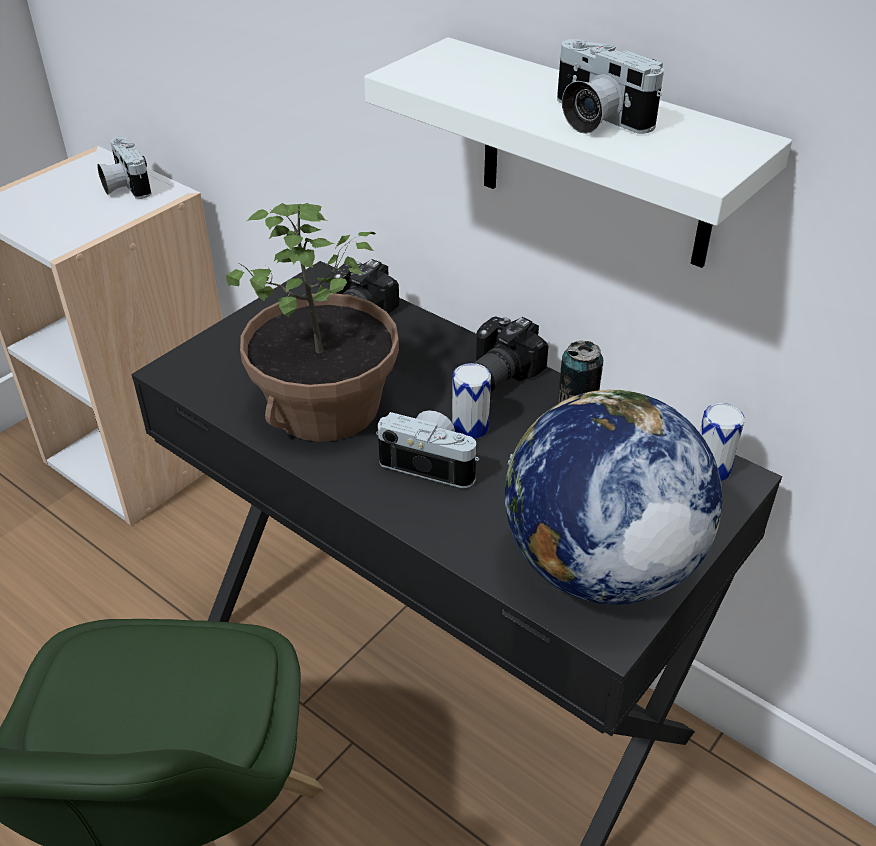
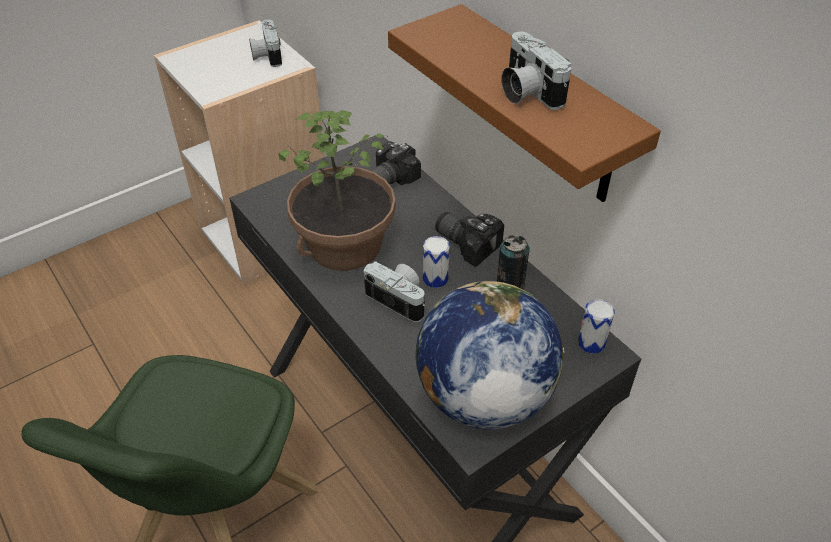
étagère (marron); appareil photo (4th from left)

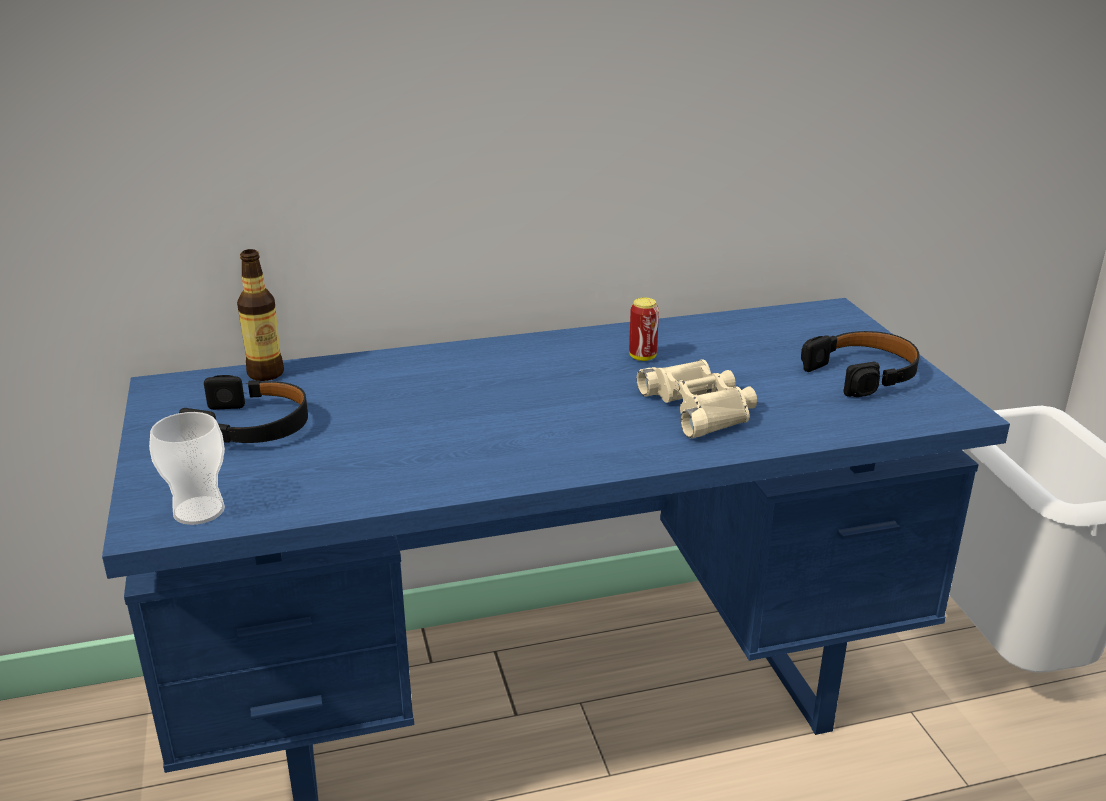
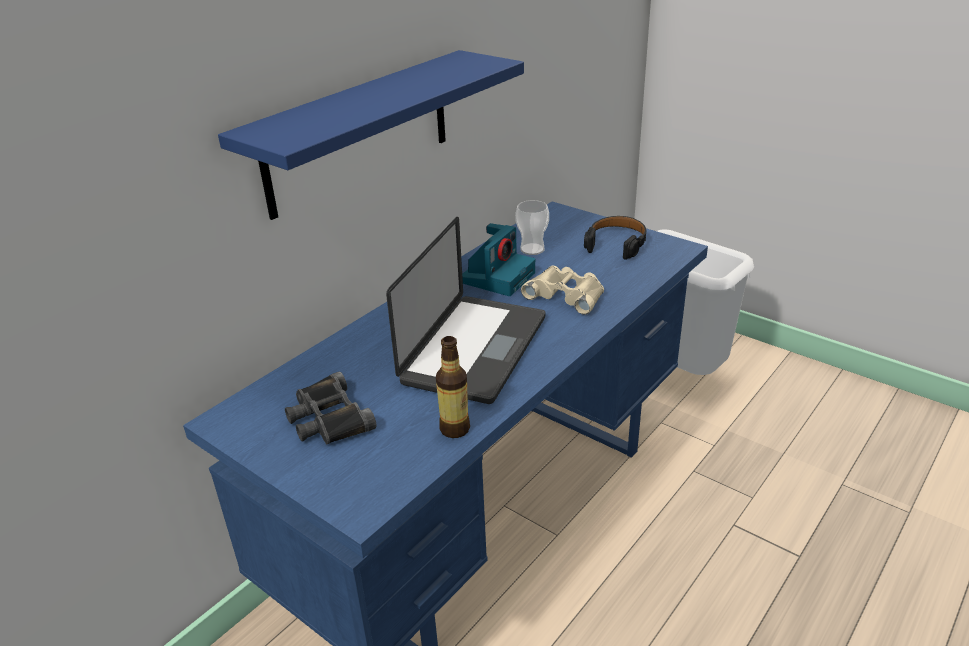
tasse; jumelles (noir); bouteille; appareil photo; étagère (bleu); ordinateur portable

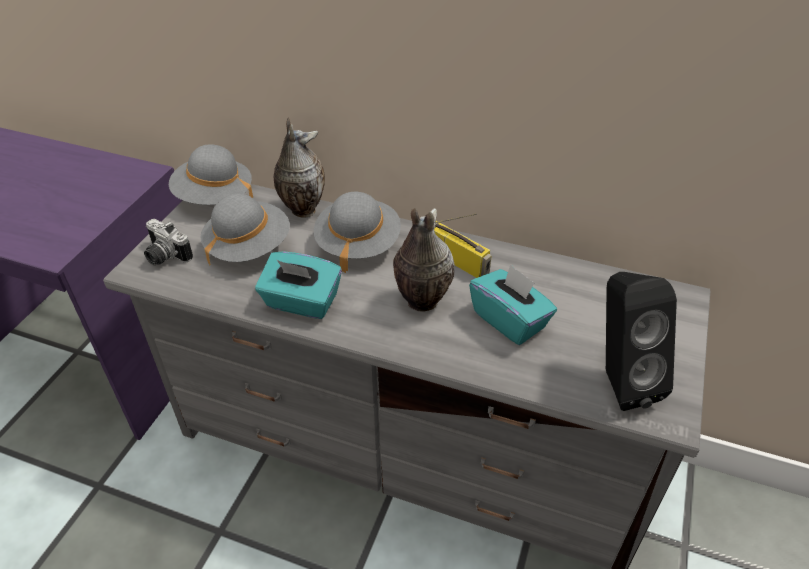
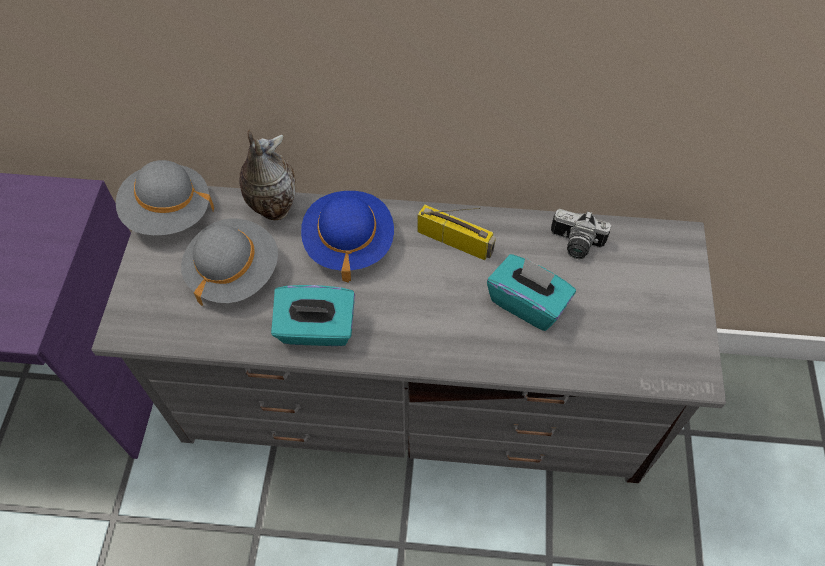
appareil photo; chapeau (bleu); vase (2nd from left in the first image); enceinte (noir)

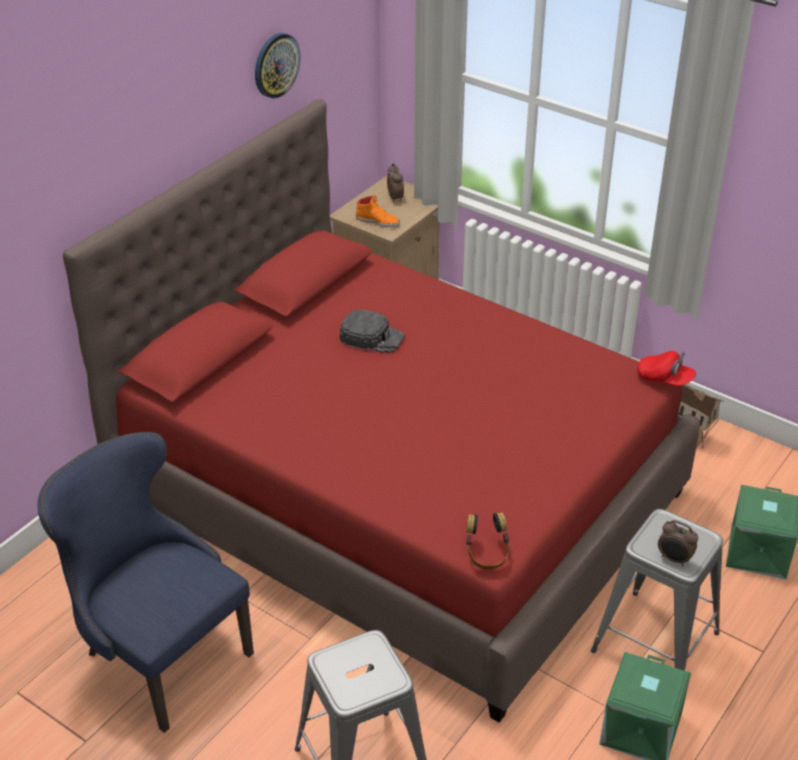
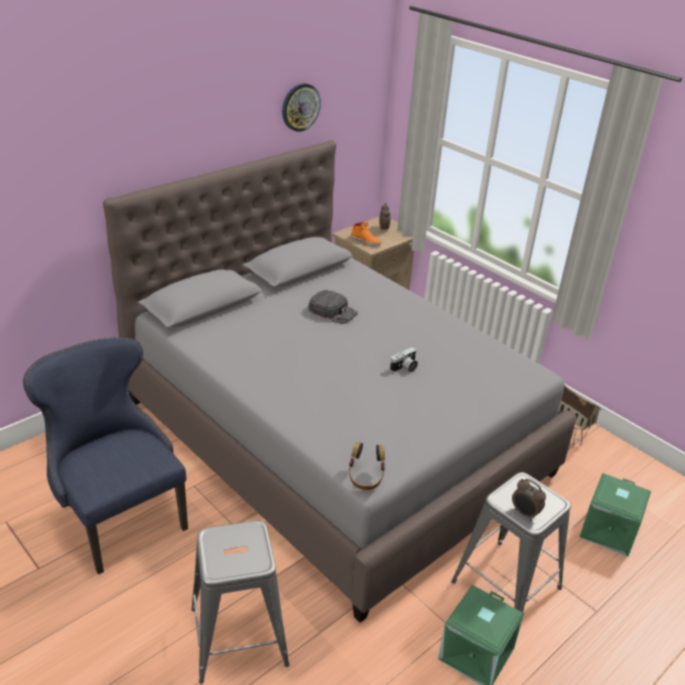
lit (gris); casquette (rouge); appareil photo

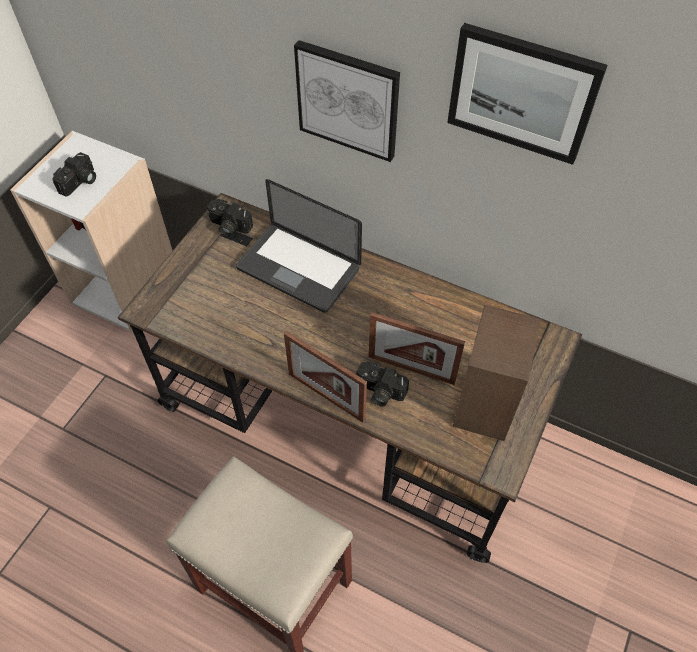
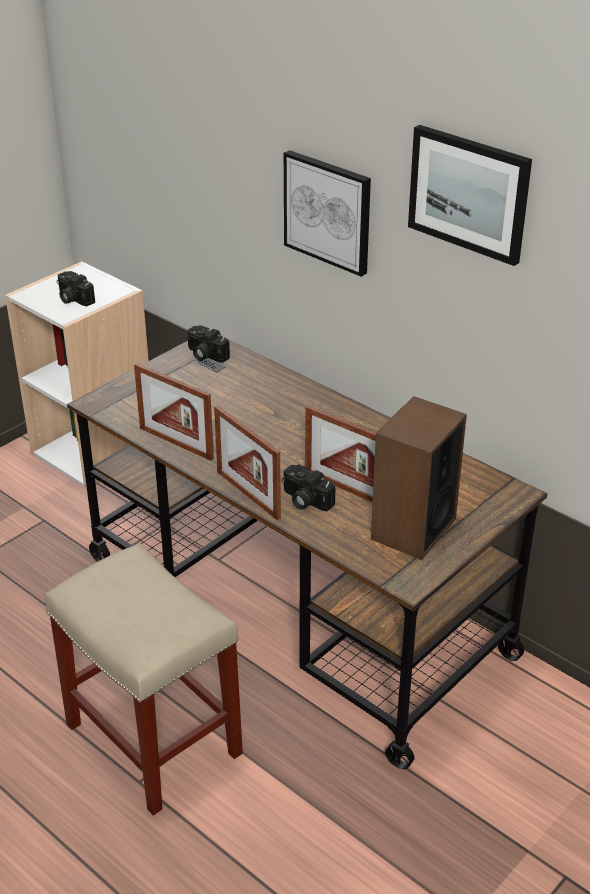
appareil photo (1st from left); ordinateur portable; cadre photo (1st from left)

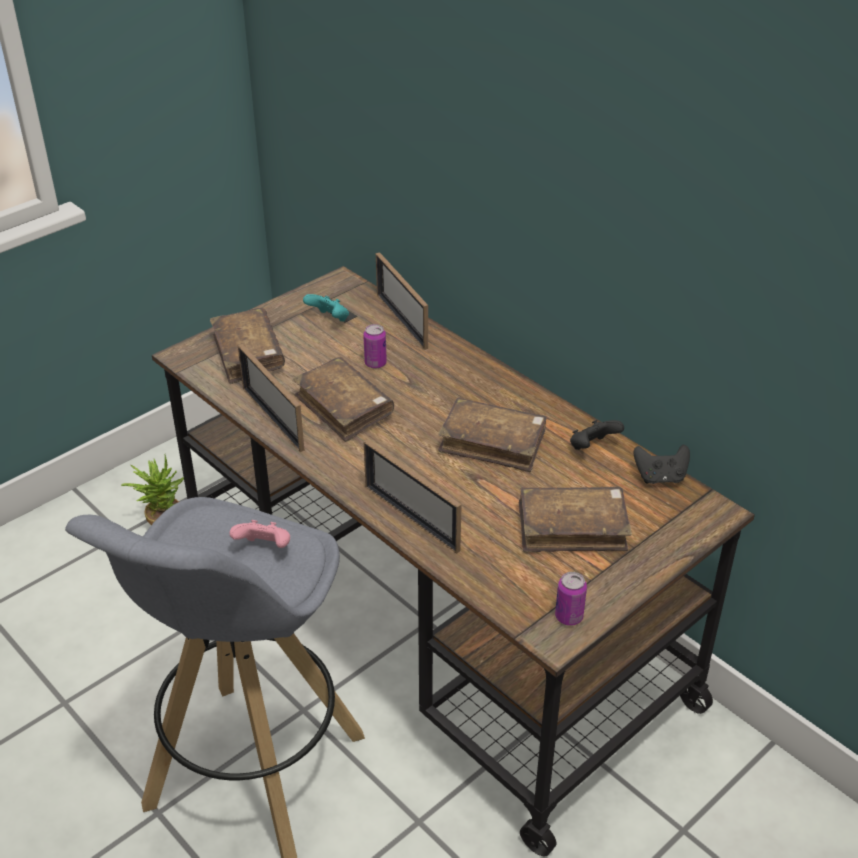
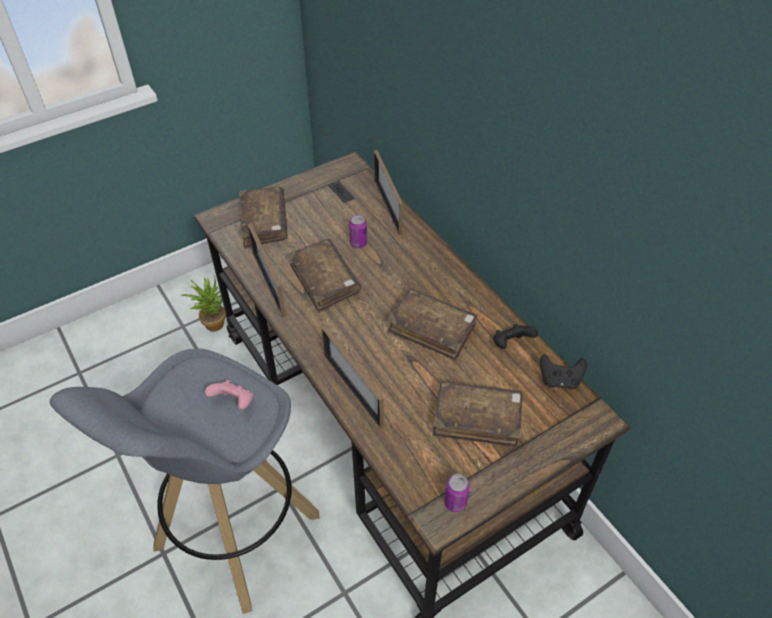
manette (turquoise)

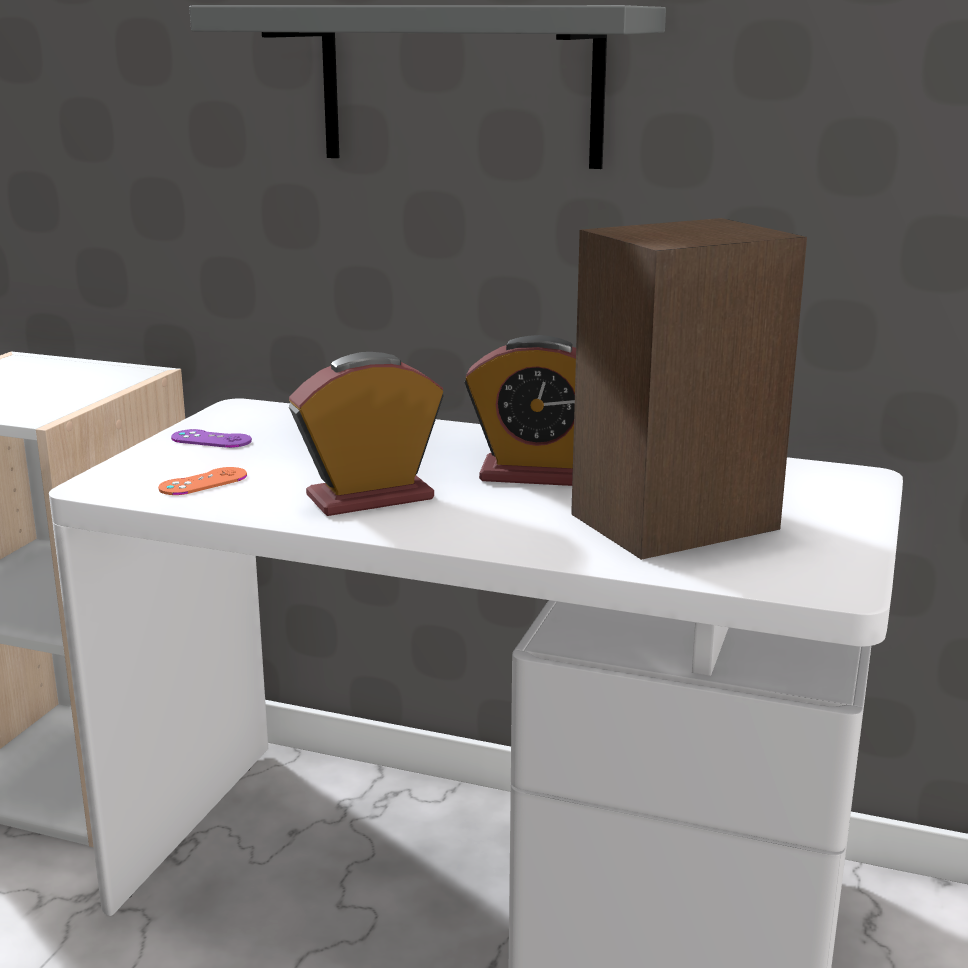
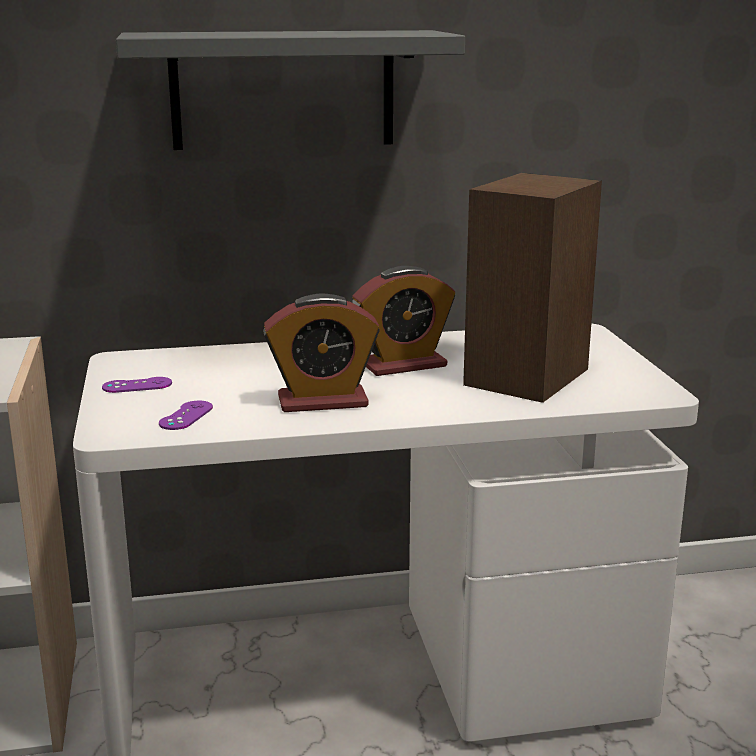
manette (violet) (2nd from left); réveil (1st from left)

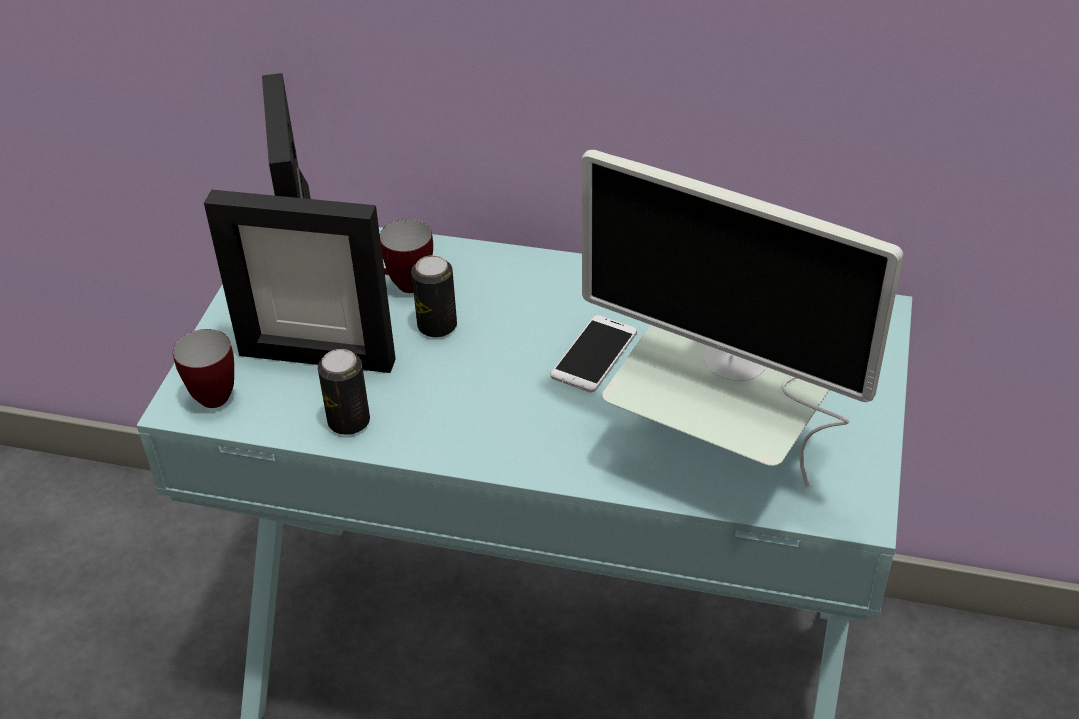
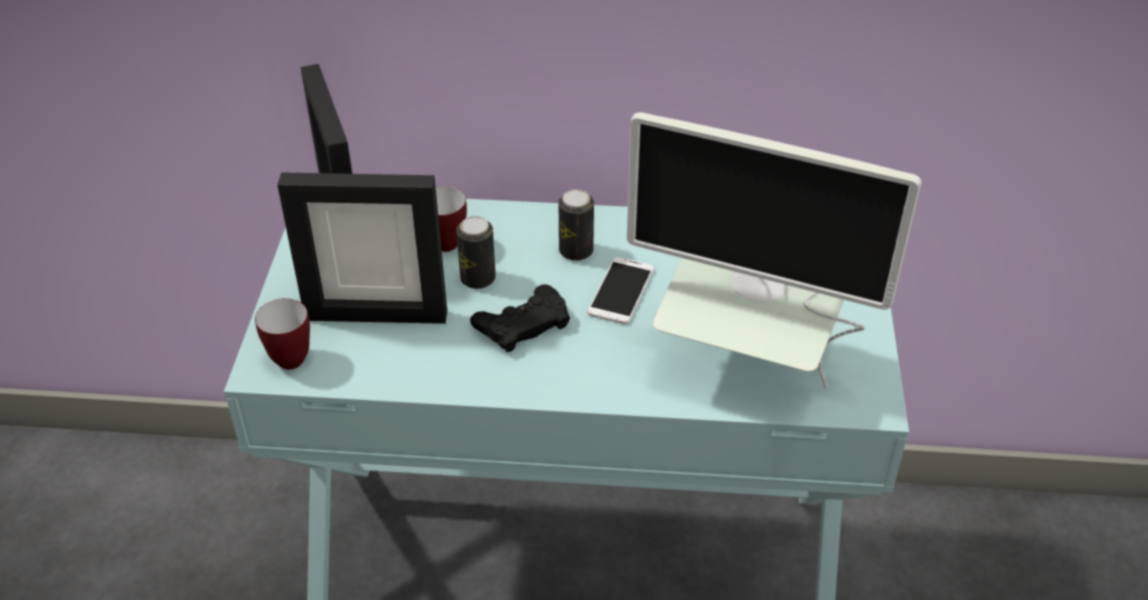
boîte métallique (2nd from left); manette (noir)

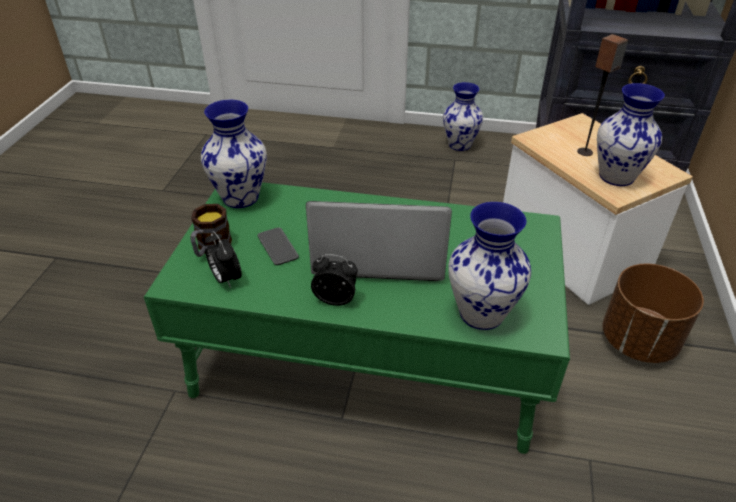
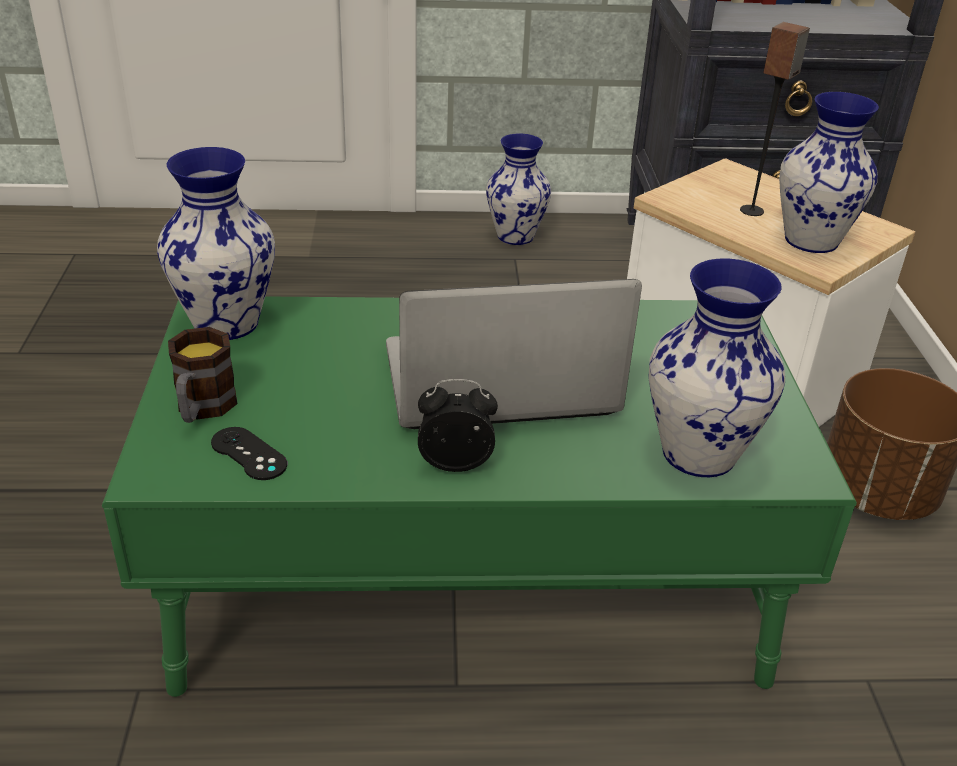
manette (noir); téléphone

